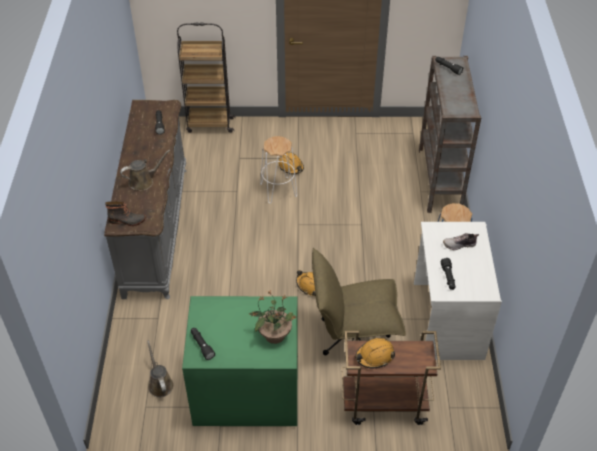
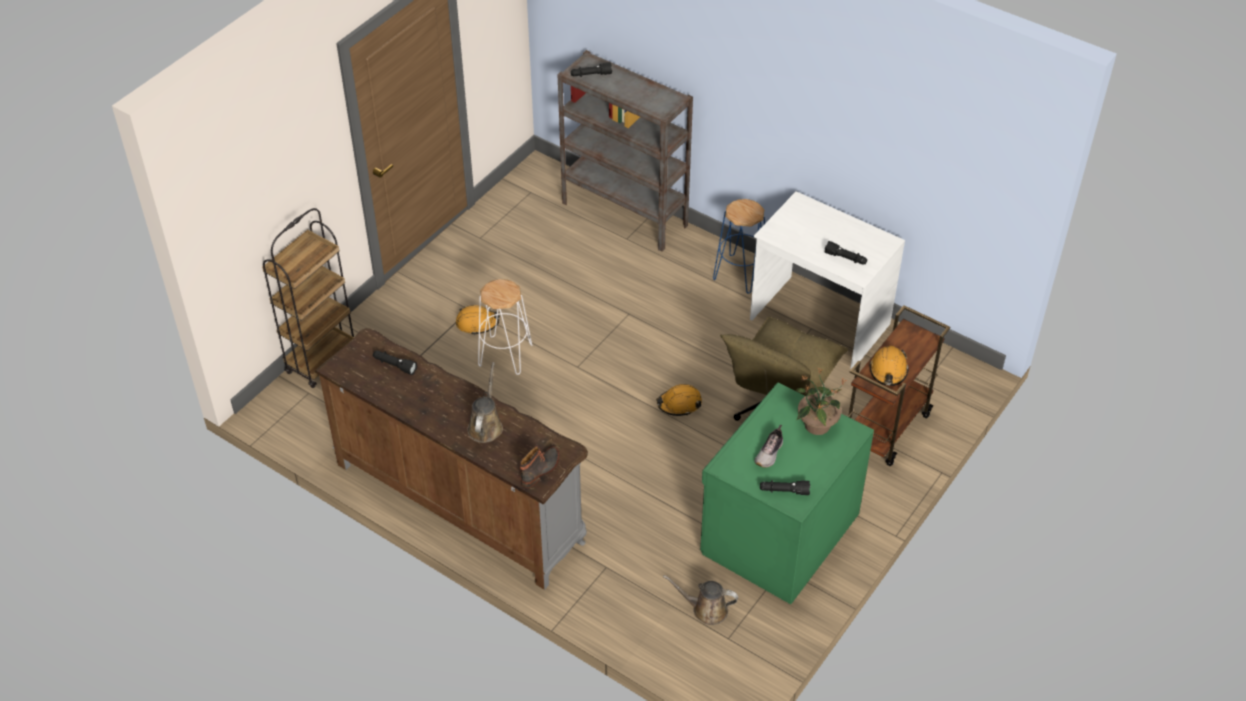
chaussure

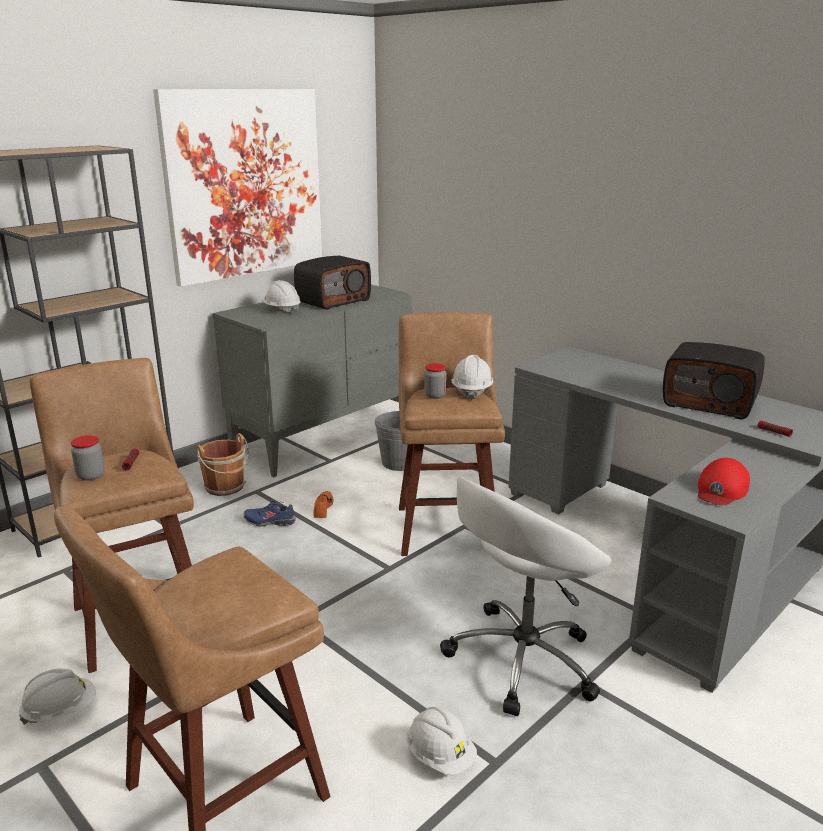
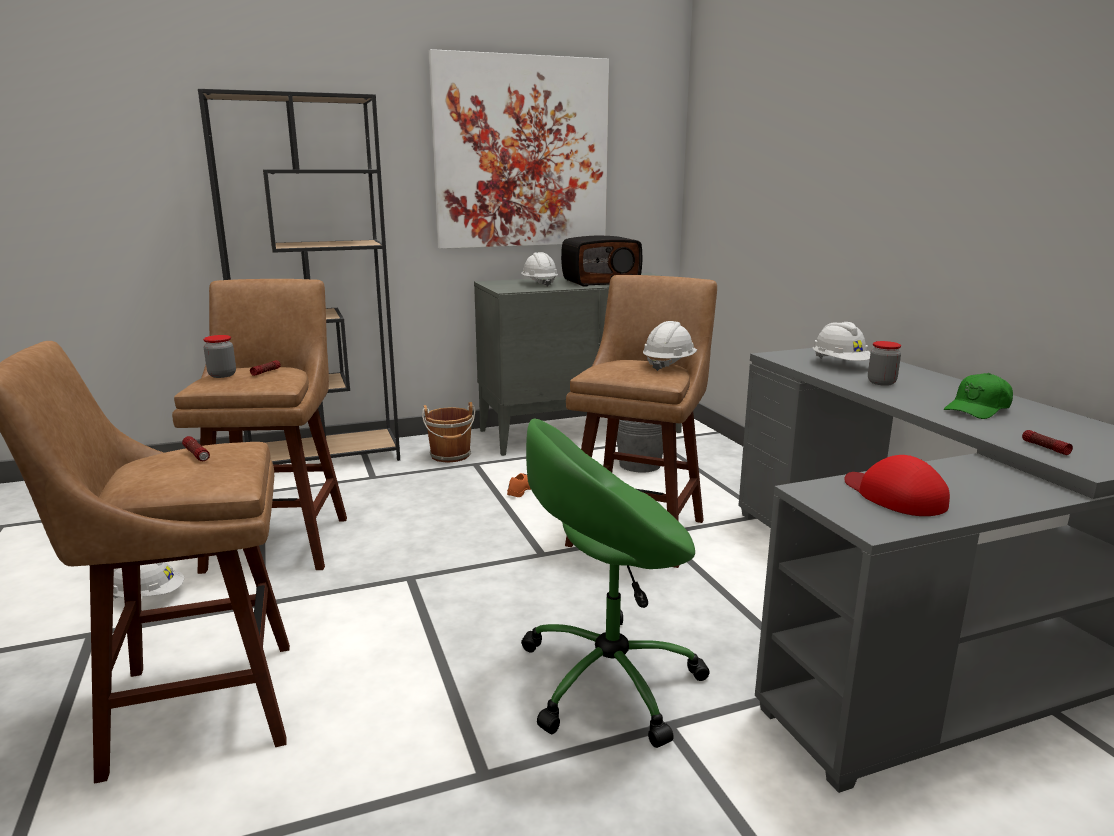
chaussure (bleu); casque de chantier (blanc) (4th from left); bocal (2nd from left); chaise de bureau (vert); casquette (vert); casquette (rouge); lampe de poche (1st from left)

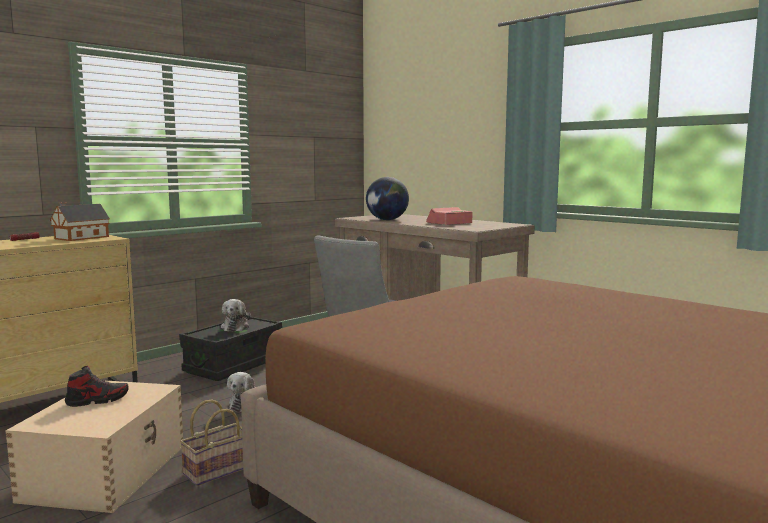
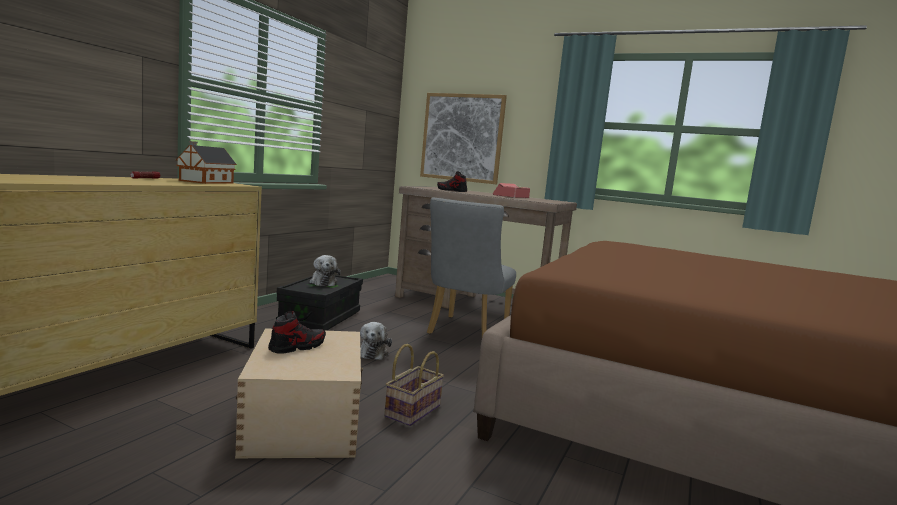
chaussure (2nd from left); tableau

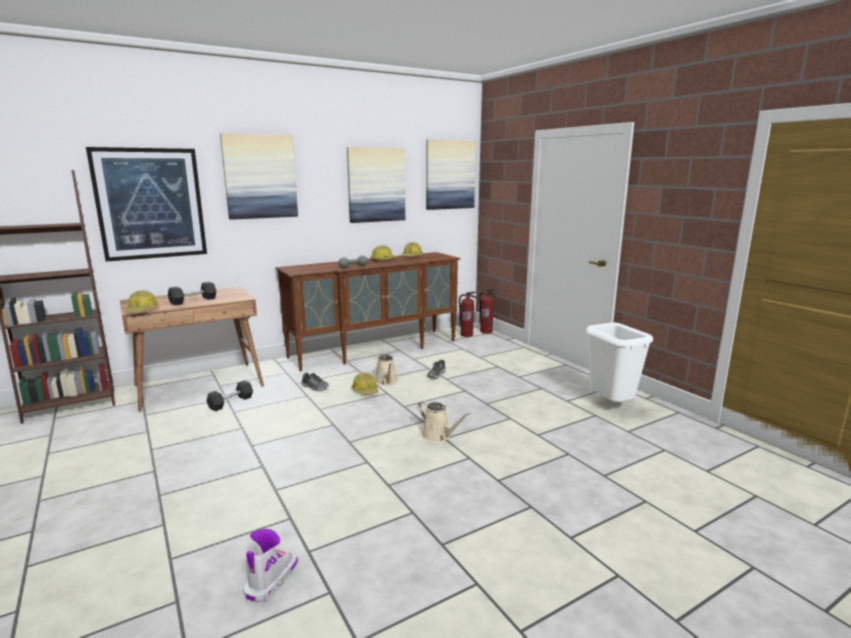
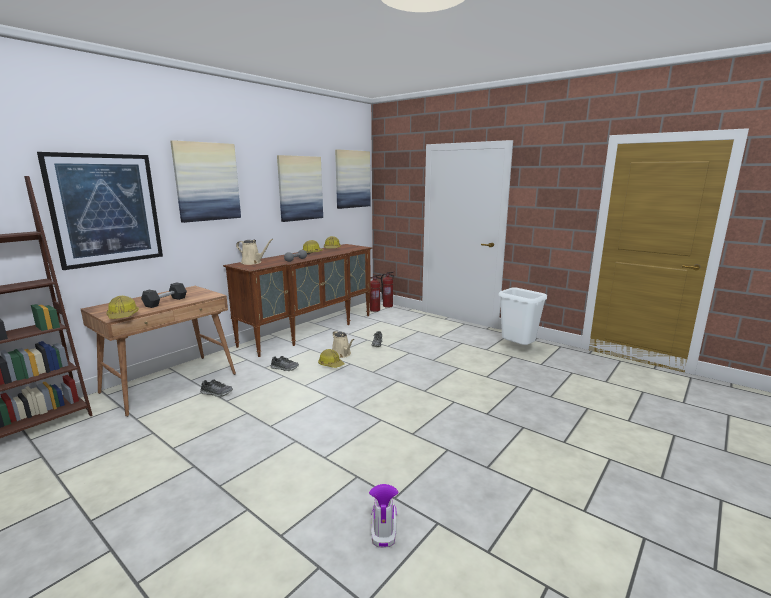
chaussure (1st from left); arrosoir (beige) (1st from left)

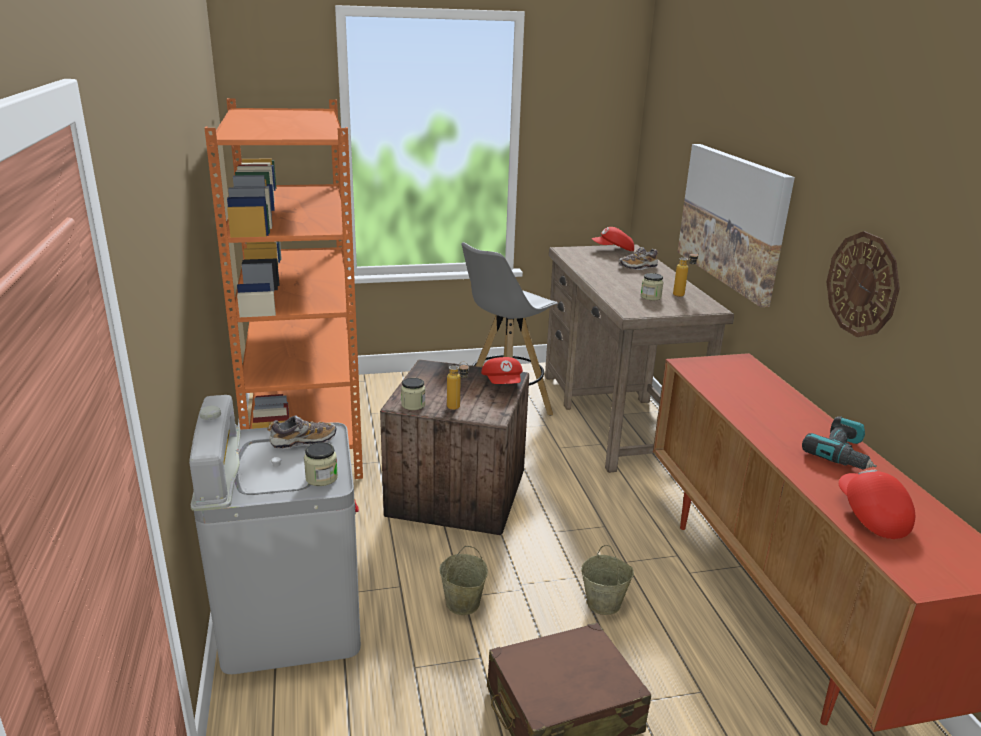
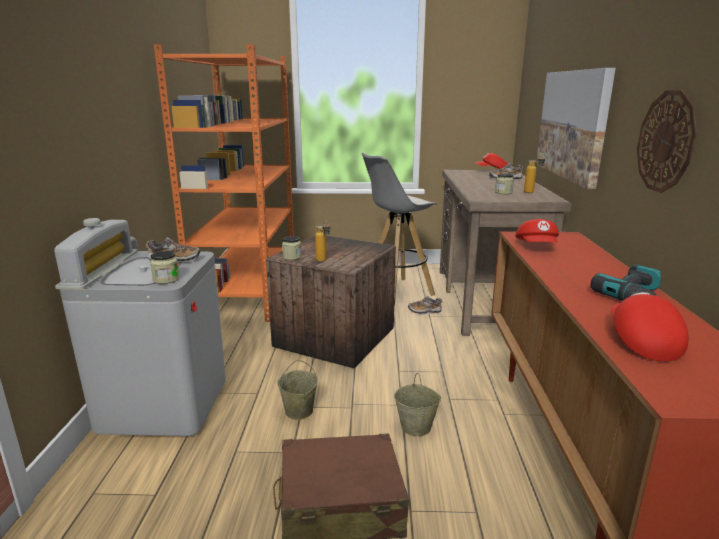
casquette (rouge) (2nd from left); chaussure (2nd from left)

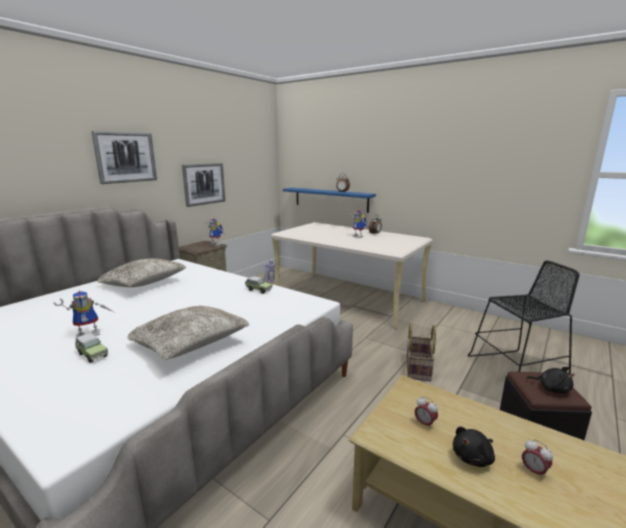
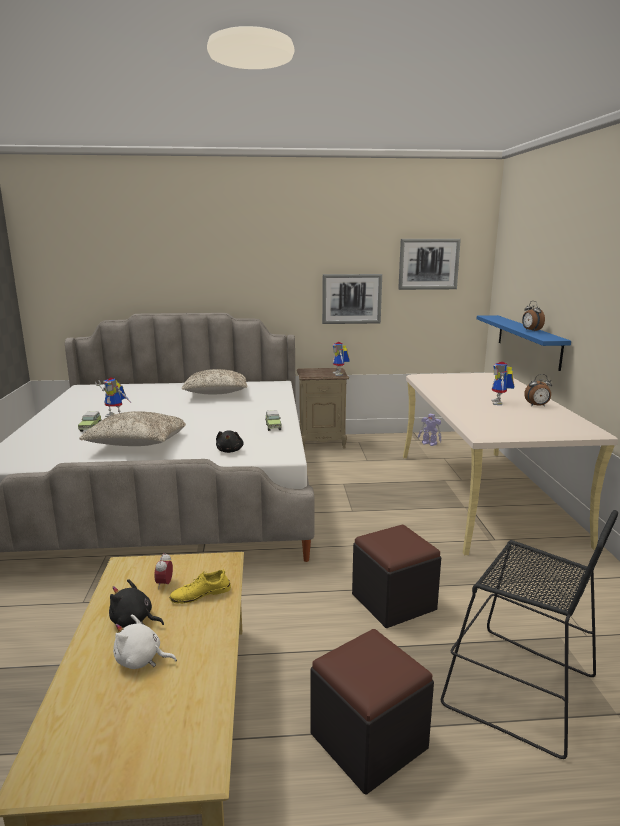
tableau (2nd from left); pouf (noir) (2nd from left); peluche (blanc); peluche (noir) (2nd from left); chaussure (jaune)

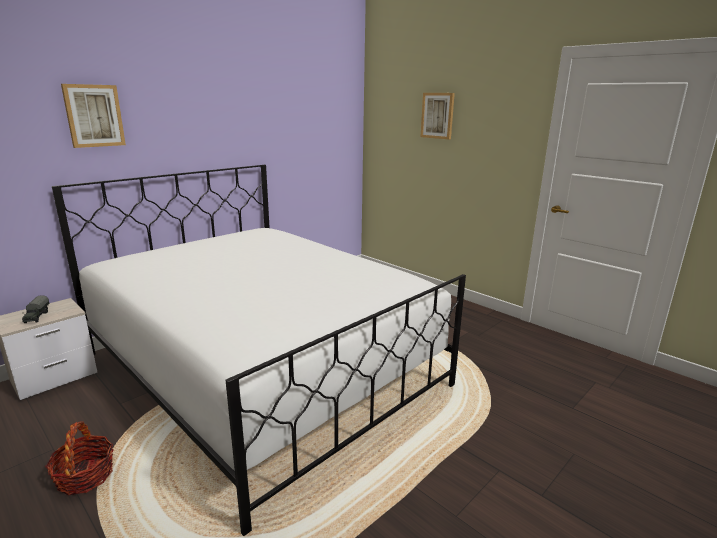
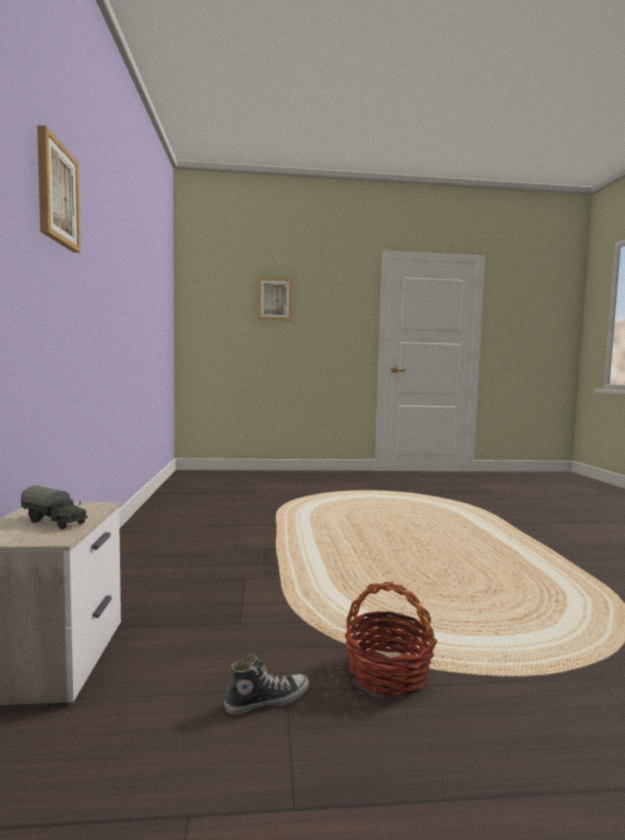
lit (blanc); chaussure

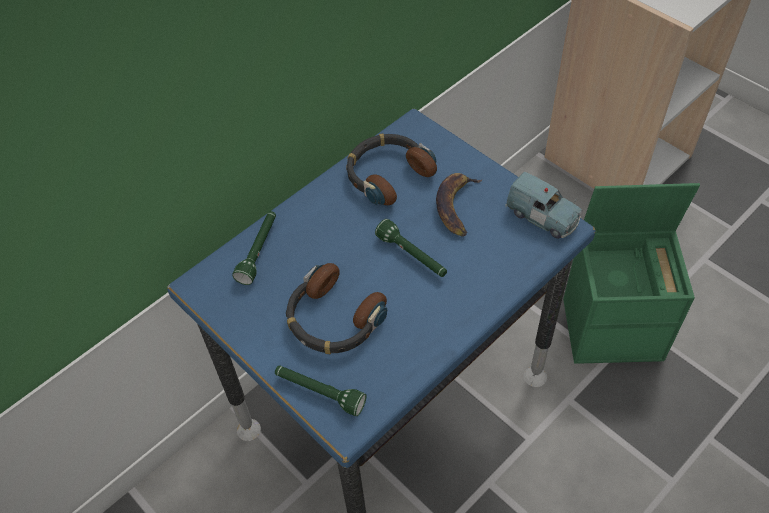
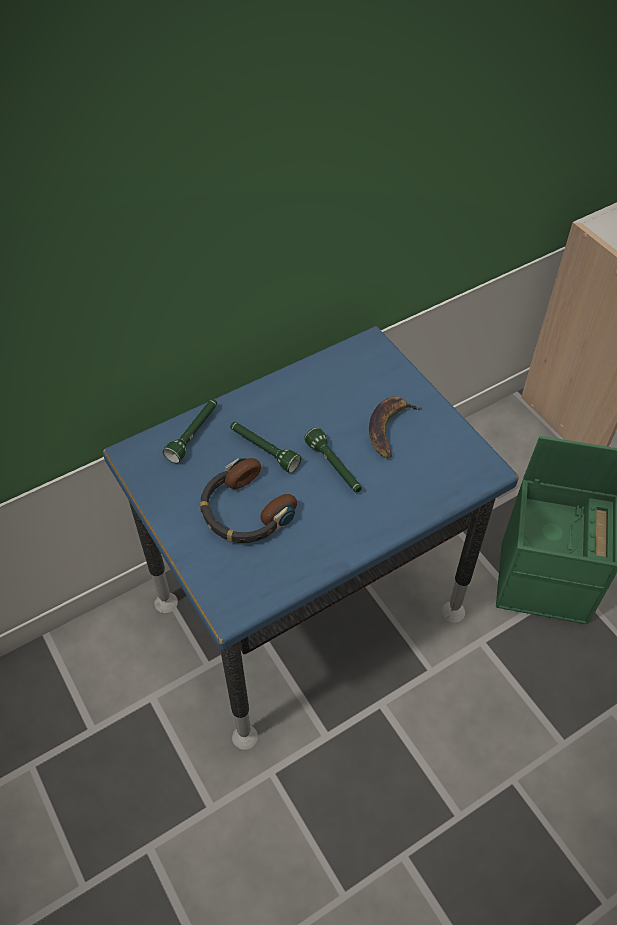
lampe de poche (vert) (2nd from left); casque audio (2nd from left in the first image); petite voiture (bleu)

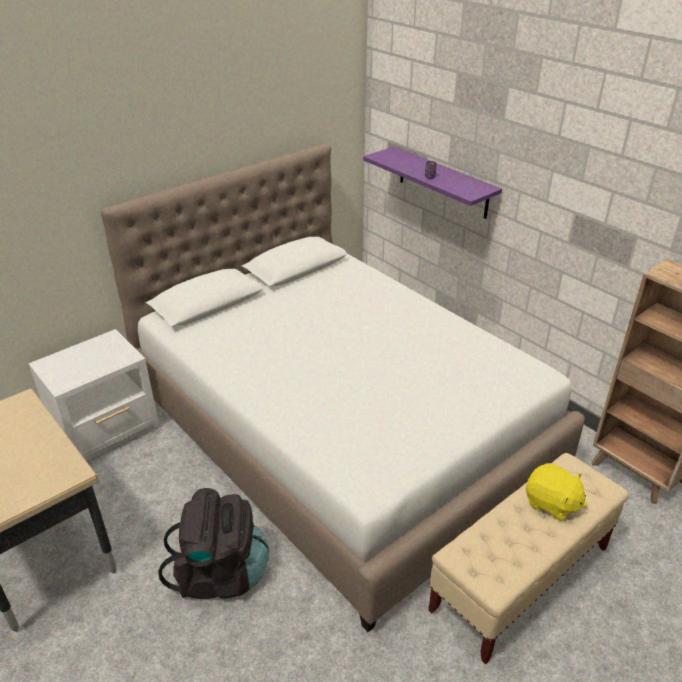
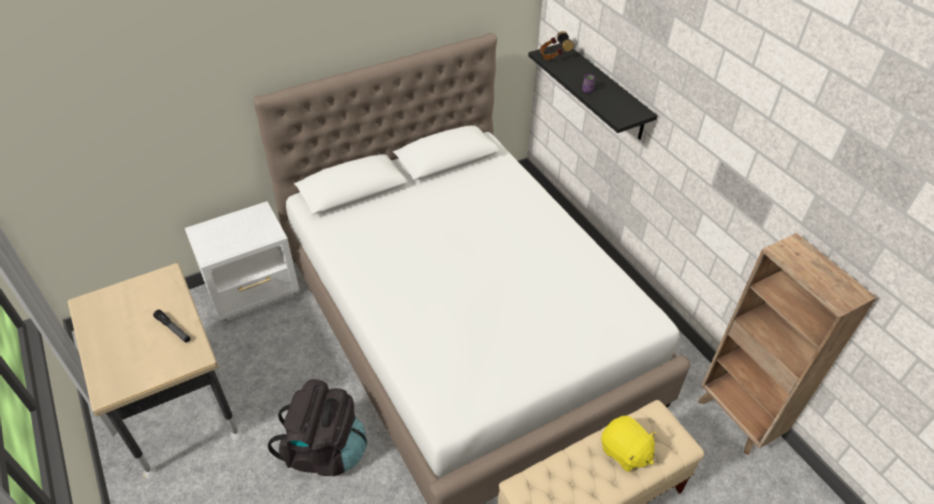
étagère (noir); lampe de poche; casque audio

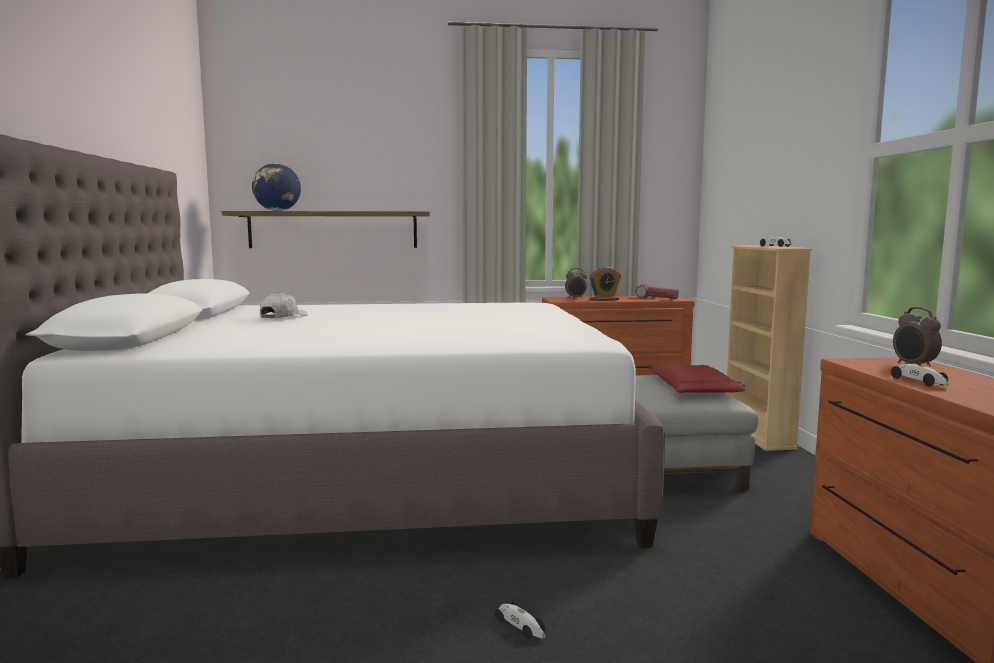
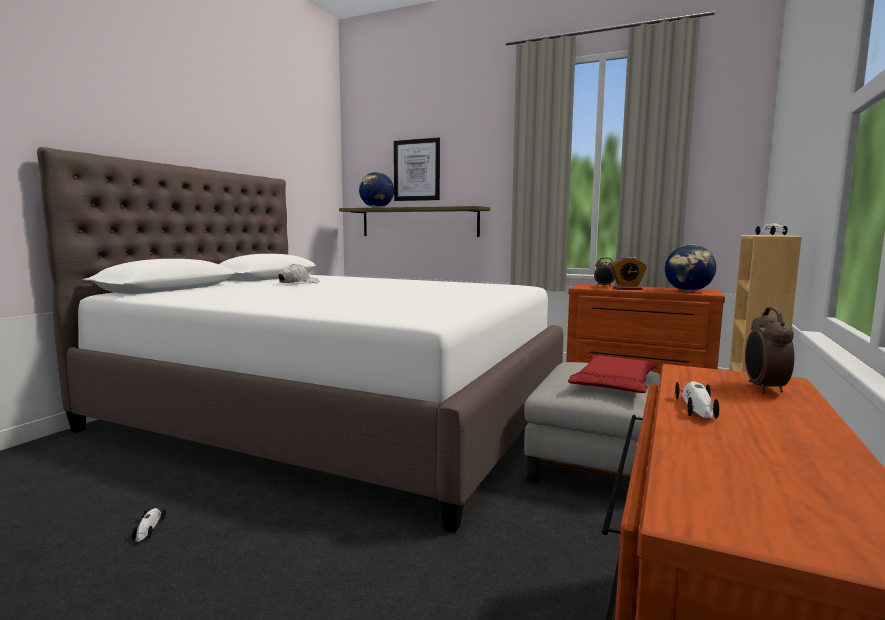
petite voiture (1st from left); globe (2nd from left); tableau

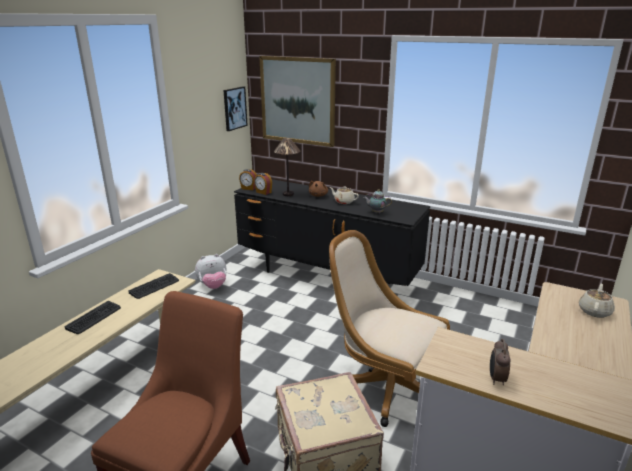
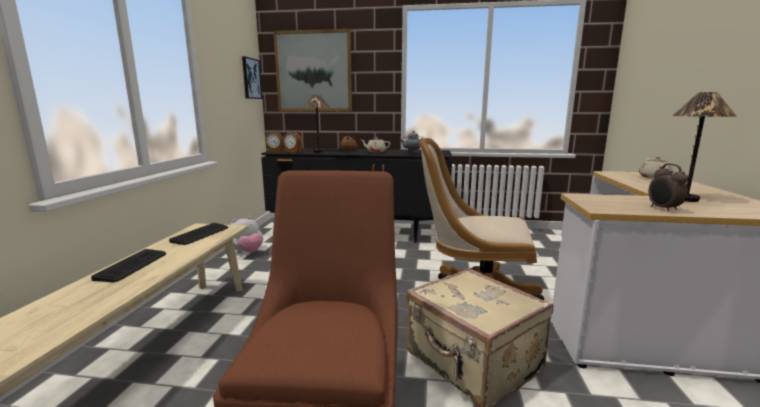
lampe de table (2nd from left)

